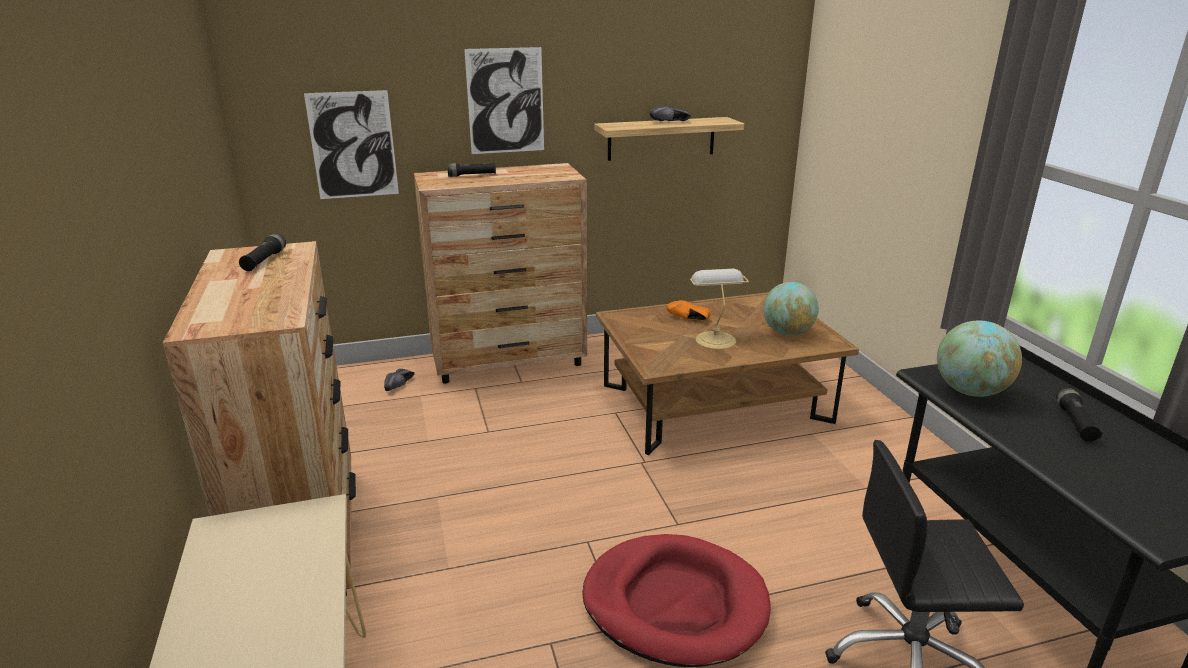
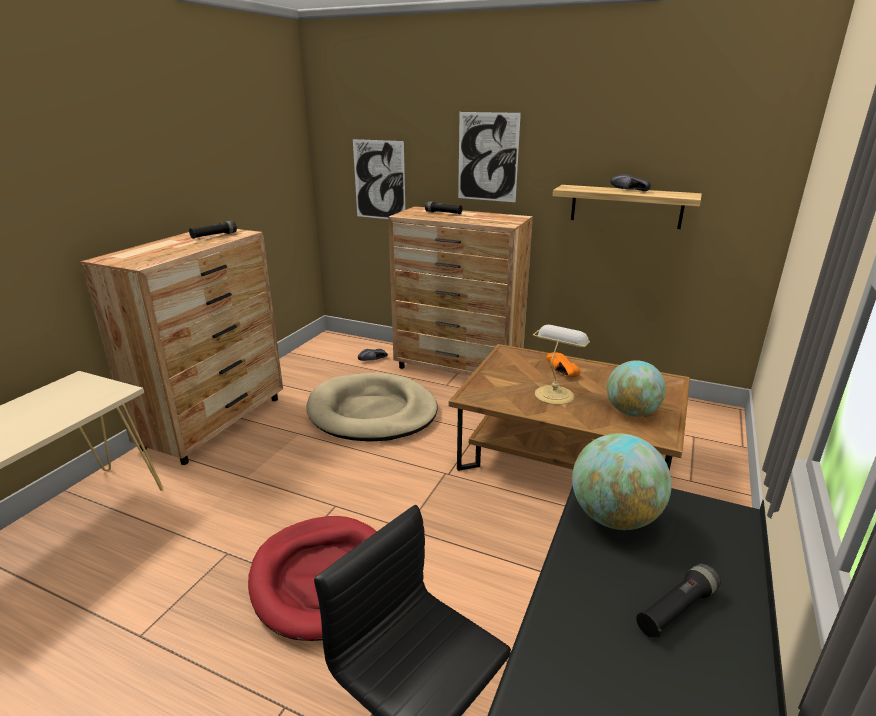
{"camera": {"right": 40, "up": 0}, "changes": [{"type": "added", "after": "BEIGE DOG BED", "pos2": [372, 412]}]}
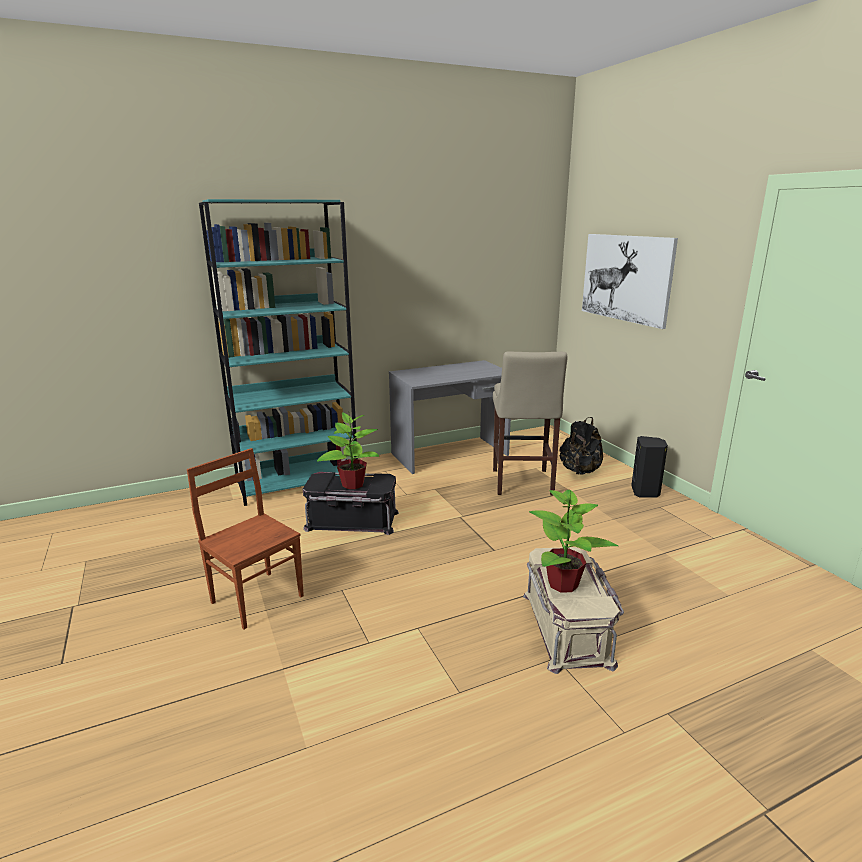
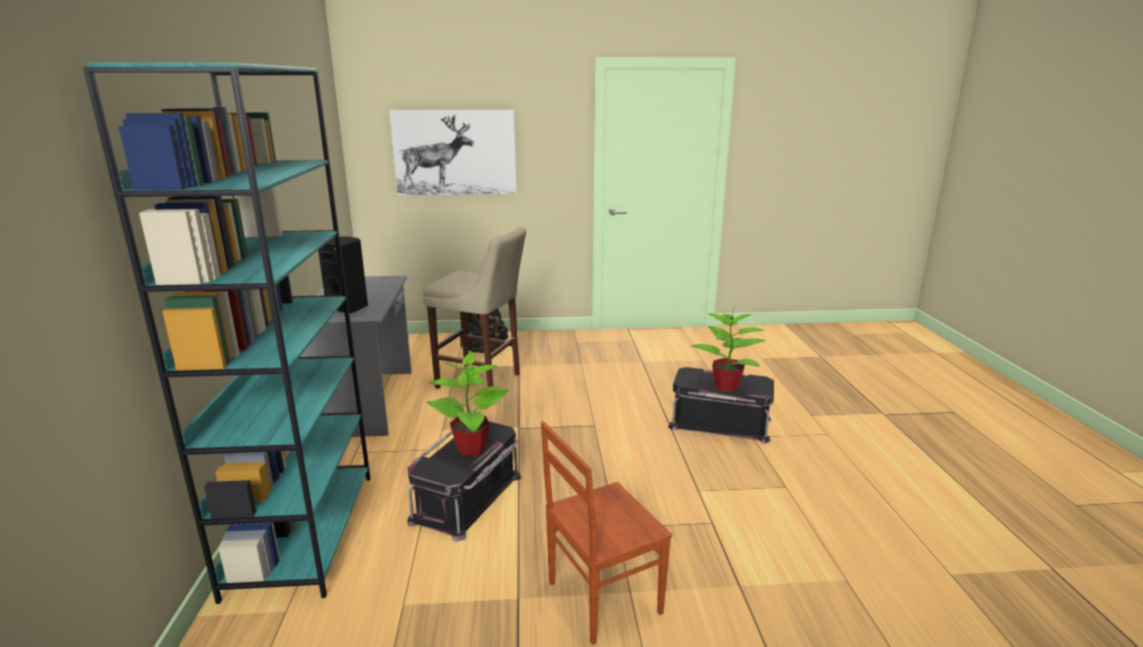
{"camera": {"right": -70, "up": 0}, "changes": [{"type": "recoloured", "before": "BEIGE STORAGE BOX", "after": "BLACK STORAGE BOX", "pos1": [568, 628], "pos2": [720, 422]}, {"type": "moved", "before": "BLACK SPEAKER", "pos1": [645, 492], "pos2": [349, 307]}]}
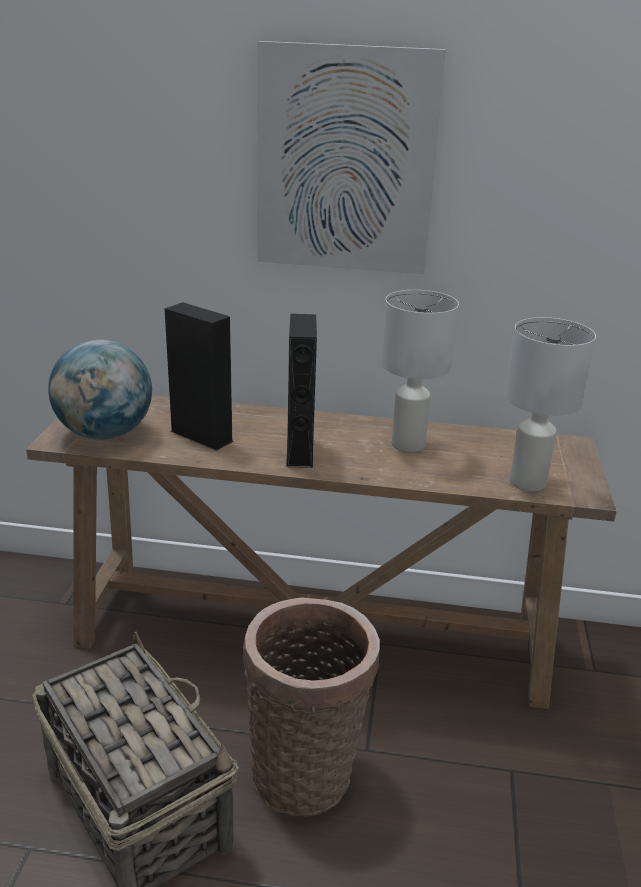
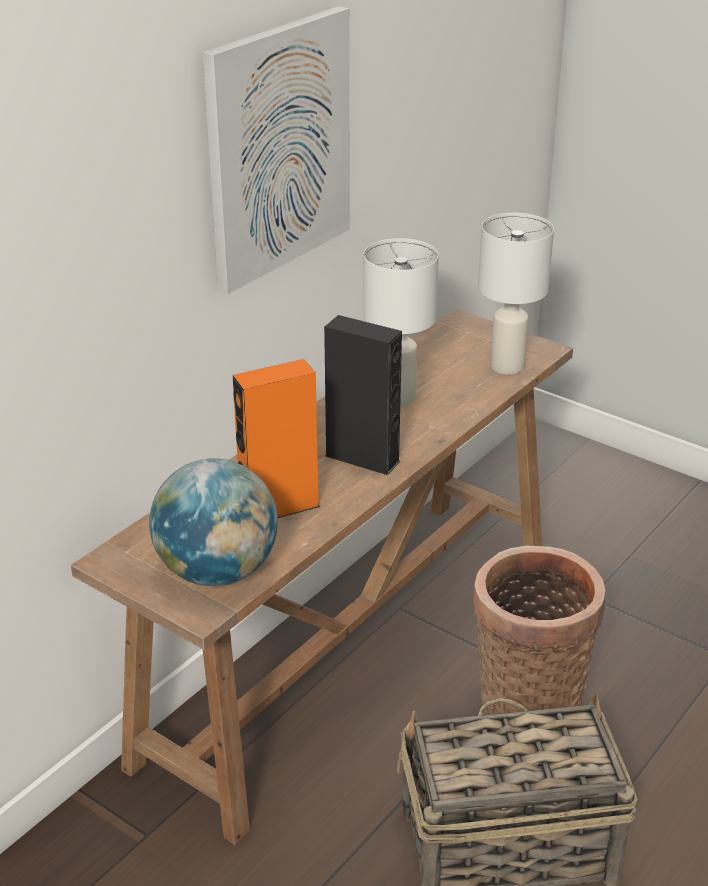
{"camera": {"right": -60, "up": 5}, "changes": [{"type": "recoloured", "before": "BLACK SPEAKER", "after": "ORANGE SPEAKER", "pos1": [201, 436], "pos2": [279, 508]}]}
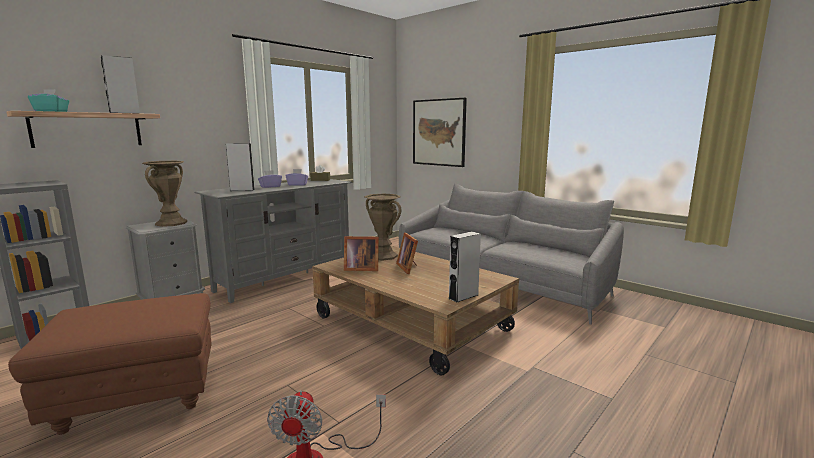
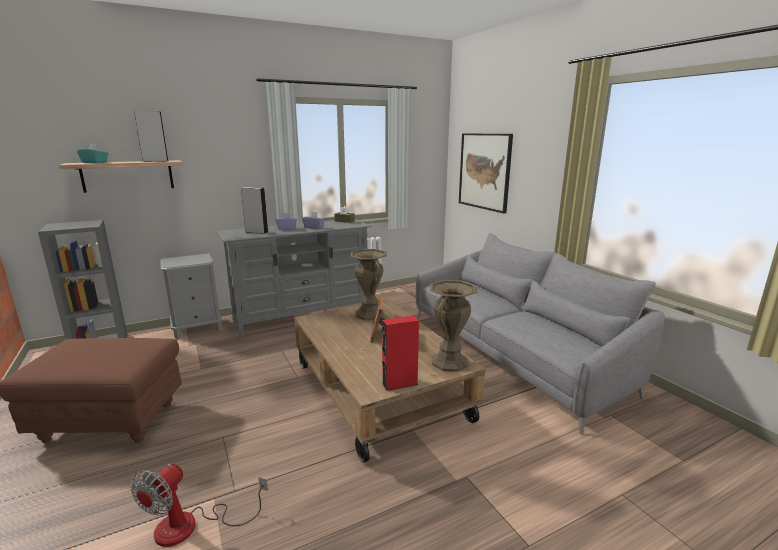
{"camera": {"right": 20, "up": 5}, "changes": [{"type": "moved", "before": "BROWN VASE", "pos1": [171, 223], "pos2": [449, 362]}, {"type": "removed", "before": "PICTURE FRAME", "pos1": [360, 268]}, {"type": "recoloured", "before": "GREY SPEAKER", "after": "RED SPEAKER", "pos1": [463, 296], "pos2": [399, 384]}]}
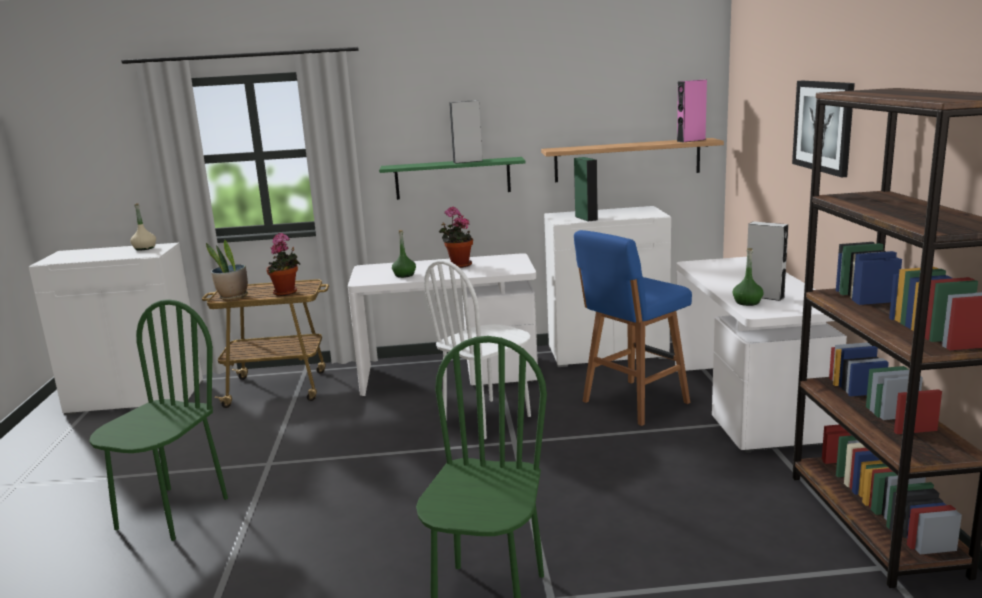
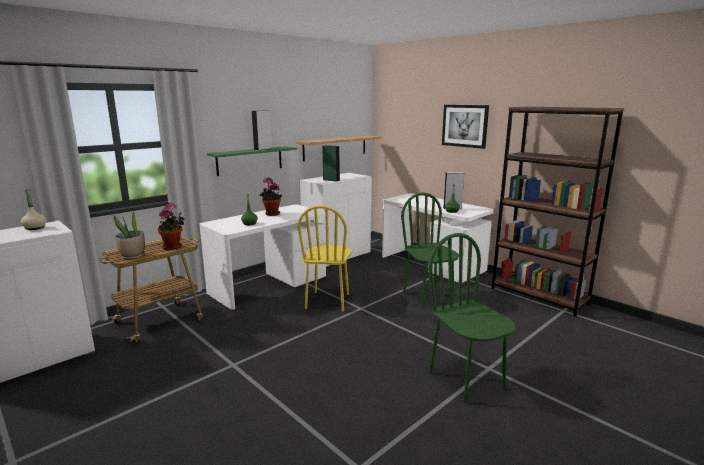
{"camera": {"right": -40, "up": 0}, "changes": [{"type": "moved", "before": "GREEN CHAIR", "pos1": [172, 513], "pos2": [428, 298]}, {"type": "recoloured", "before": "WHITE CHAIR", "after": "YELLOW CHAIR", "pos1": [487, 418], "pos2": [328, 301]}, {"type": "removed", "before": "BLUE STOOL", "pos1": [633, 403]}, {"type": "removed", "before": "PINK SPEAKER", "pos1": [691, 140]}]}
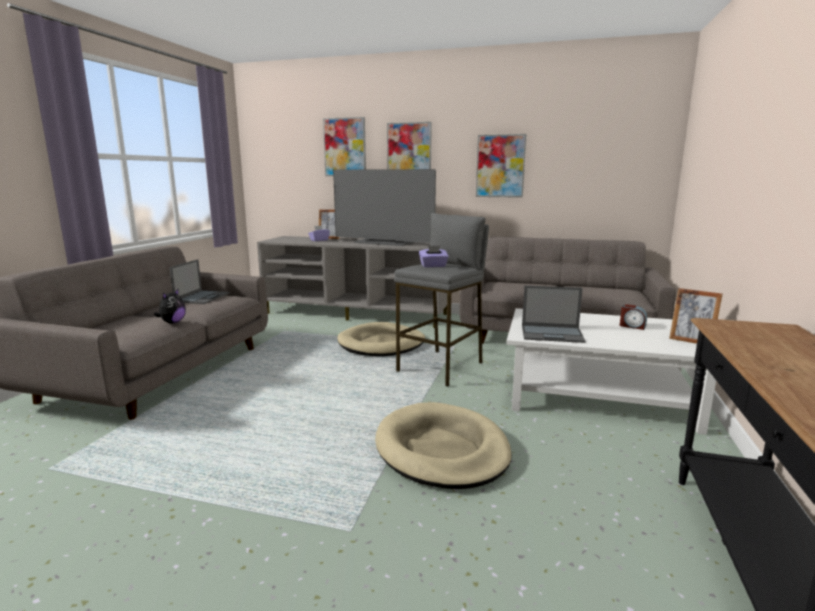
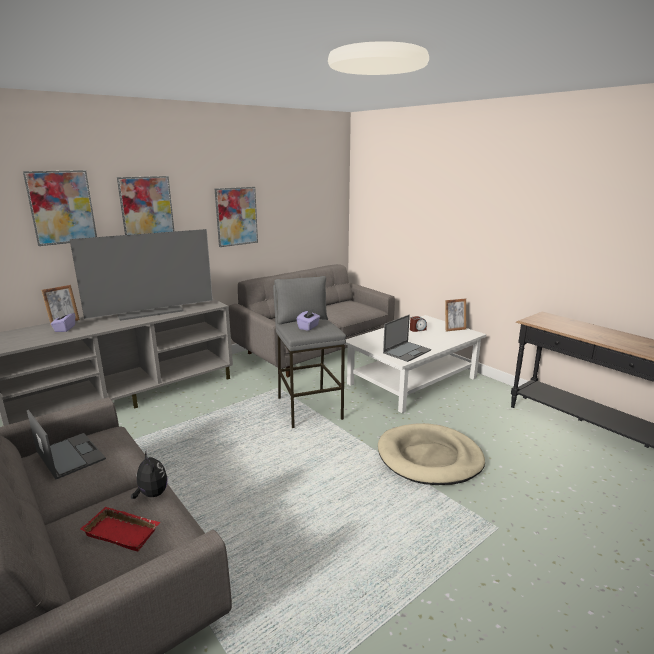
{"camera": {"right": -55, "up": 5}, "changes": [{"type": "removed", "before": "BEIGE DOG BED", "pos1": [381, 344]}, {"type": "added", "after": "RED TRAY", "pos2": [124, 532]}]}
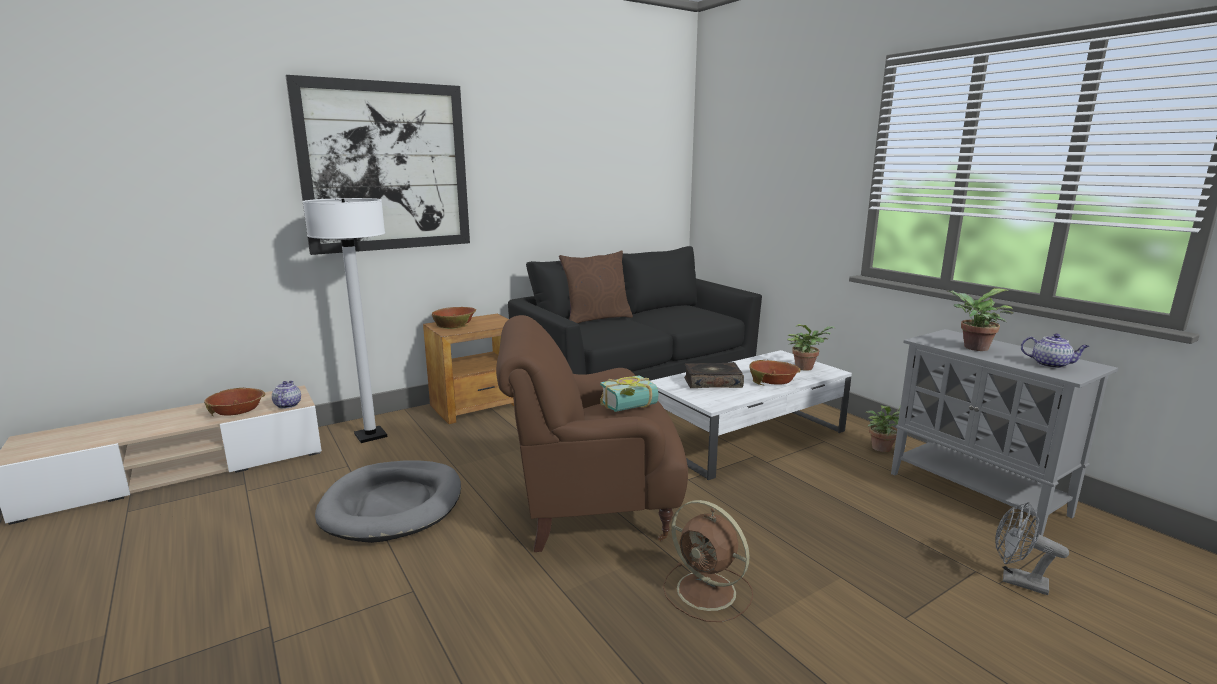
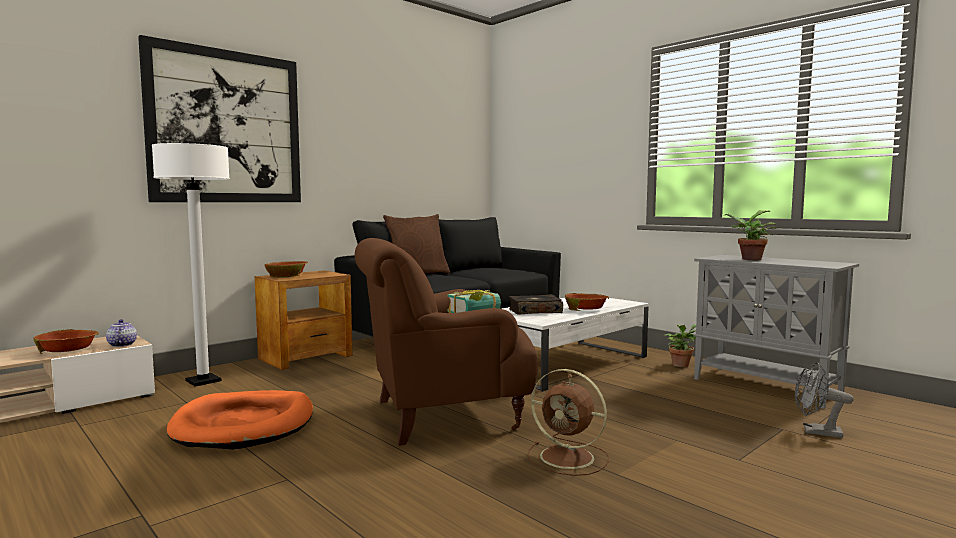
{"camera": {"right": -10, "up": -10}, "changes": [{"type": "recoloured", "before": "GREY DOG BED", "after": "ORANGE DOG BED", "pos1": [393, 505], "pos2": [244, 425]}, {"type": "removed", "before": "POTTED PLANT", "pos1": [806, 367]}, {"type": "removed", "before": "TEAPOT", "pos1": [1051, 365]}]}
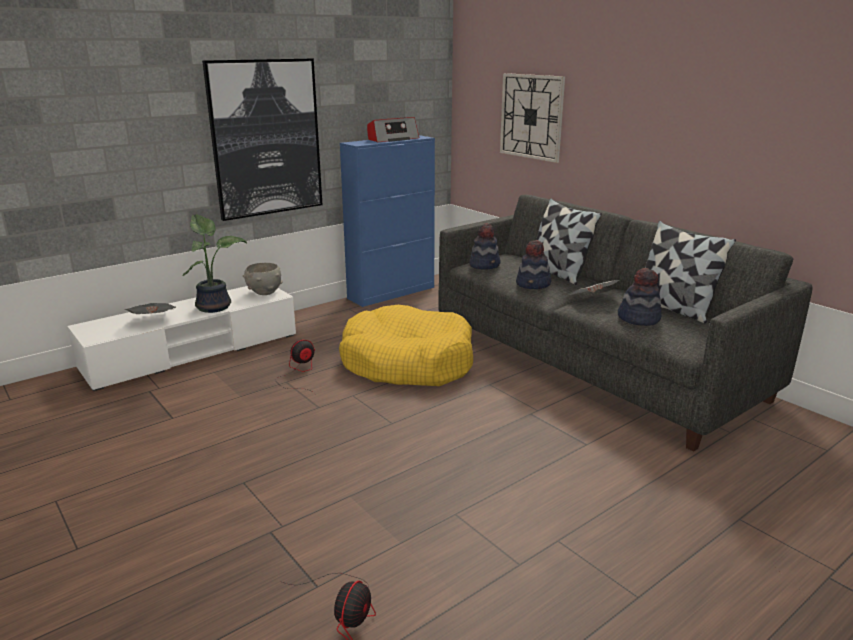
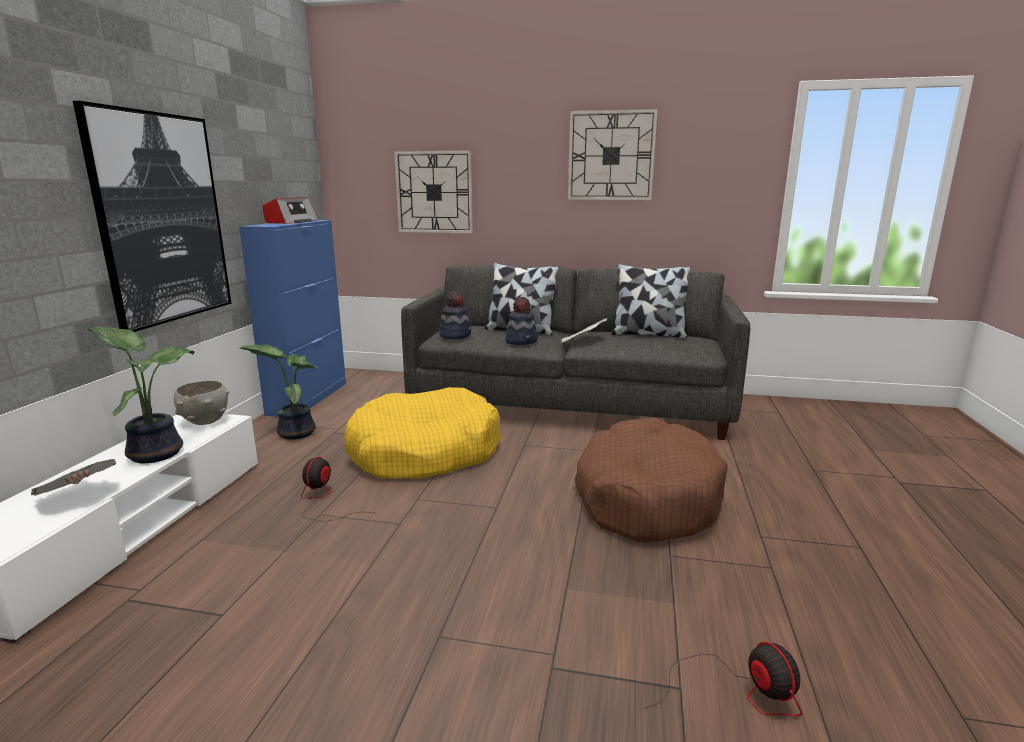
{"camera": {"right": -40, "up": -5}, "changes": [{"type": "removed", "before": "HAT", "pos1": [638, 318]}, {"type": "added", "after": "POTTED PLANT", "pos2": [295, 433]}, {"type": "added", "after": "WALL CLOCK", "pos2": [611, 156]}, {"type": "added", "after": "BROWN DOG BED", "pos2": [646, 497]}]}
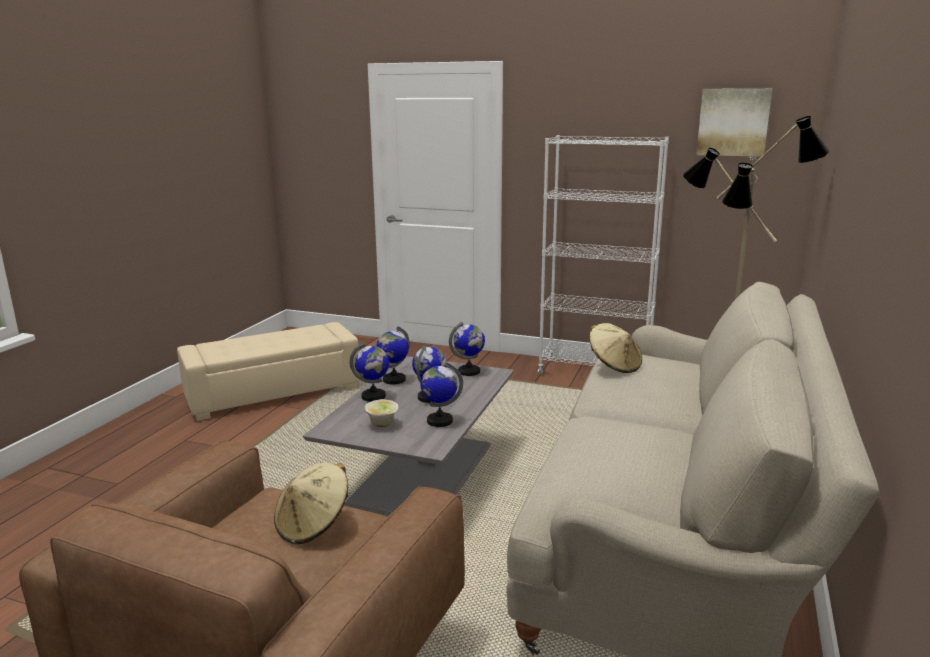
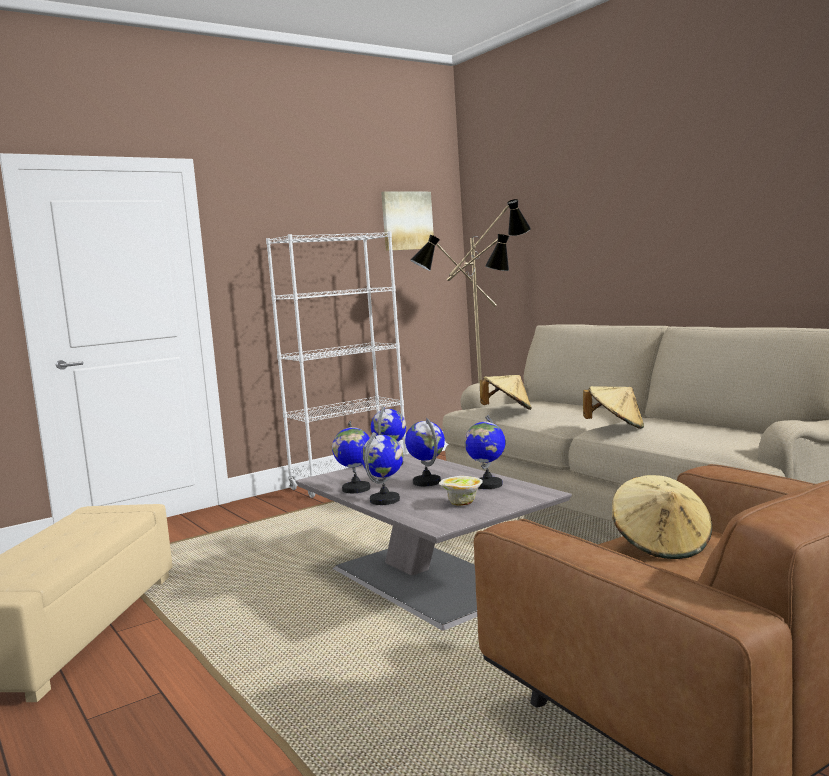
{"camera": {"right": -55, "up": -10}, "changes": [{"type": "added", "after": "BEIGE HAT", "pos2": [616, 428]}]}
